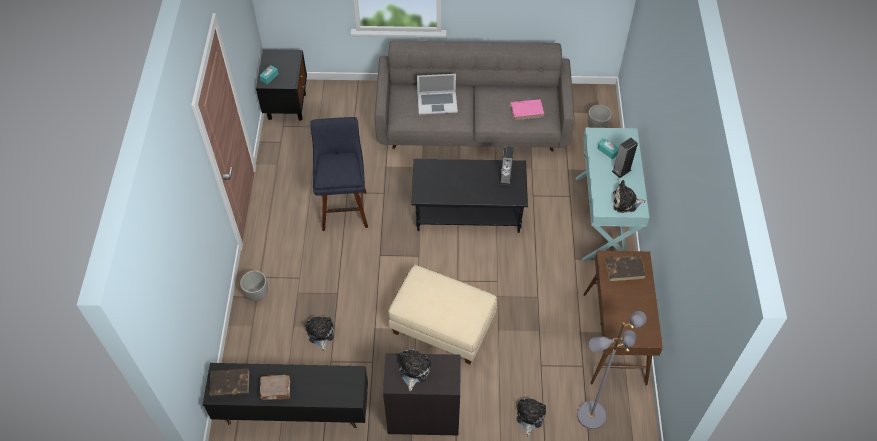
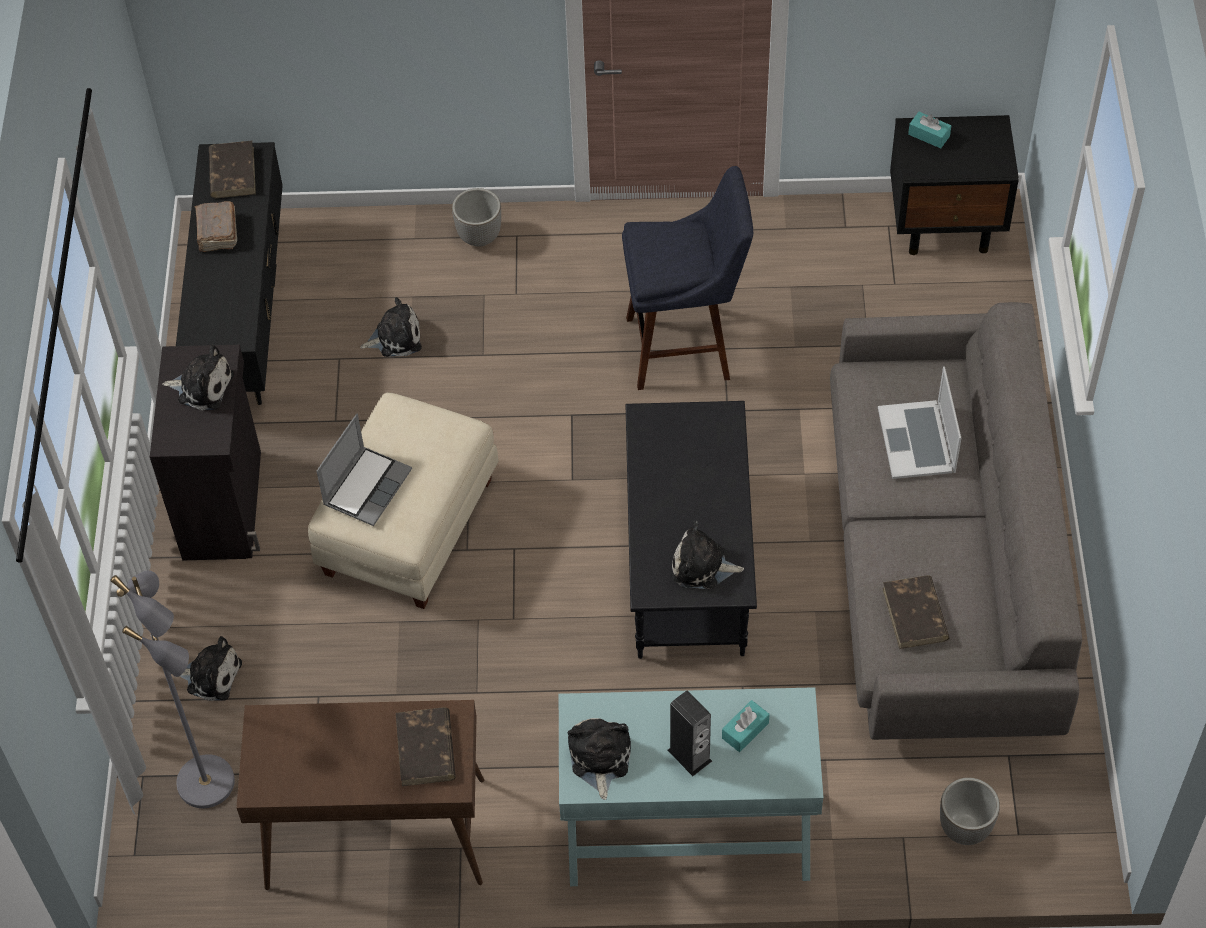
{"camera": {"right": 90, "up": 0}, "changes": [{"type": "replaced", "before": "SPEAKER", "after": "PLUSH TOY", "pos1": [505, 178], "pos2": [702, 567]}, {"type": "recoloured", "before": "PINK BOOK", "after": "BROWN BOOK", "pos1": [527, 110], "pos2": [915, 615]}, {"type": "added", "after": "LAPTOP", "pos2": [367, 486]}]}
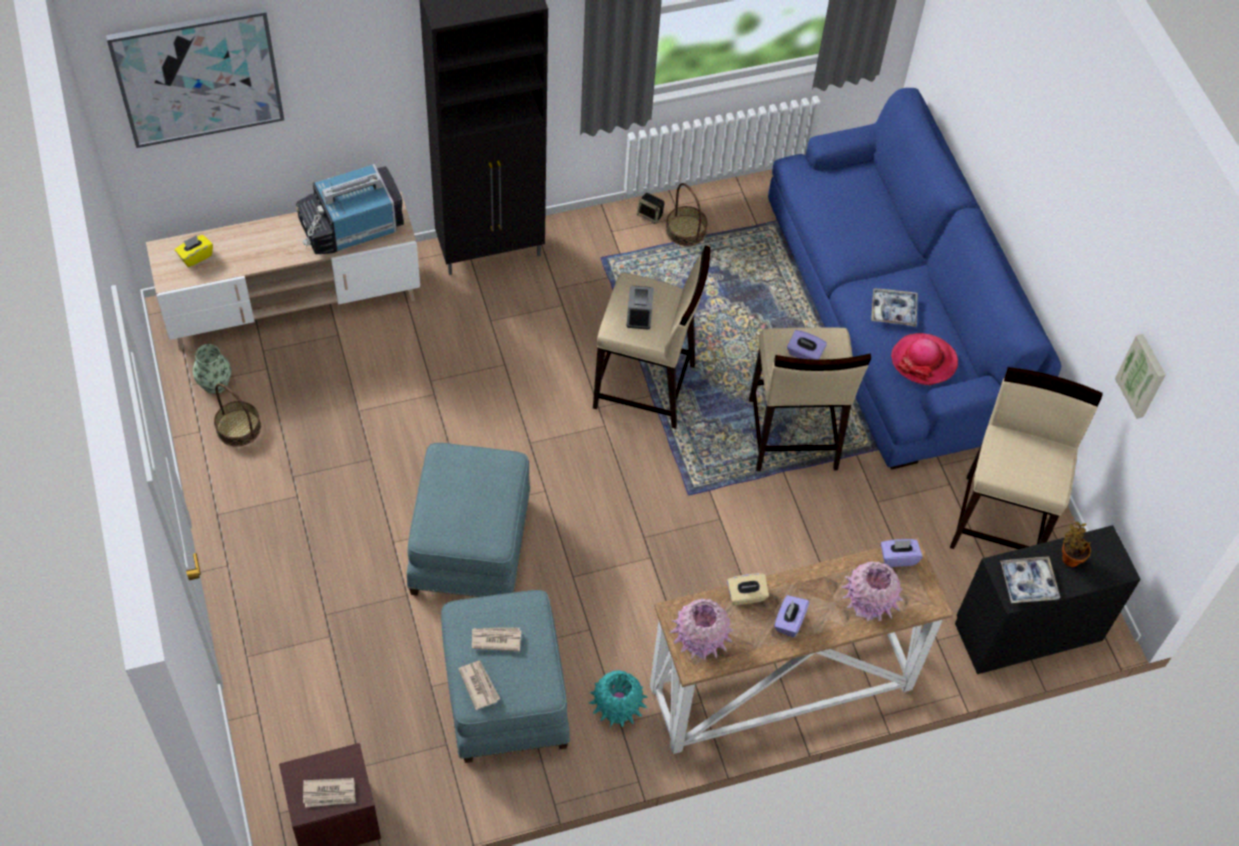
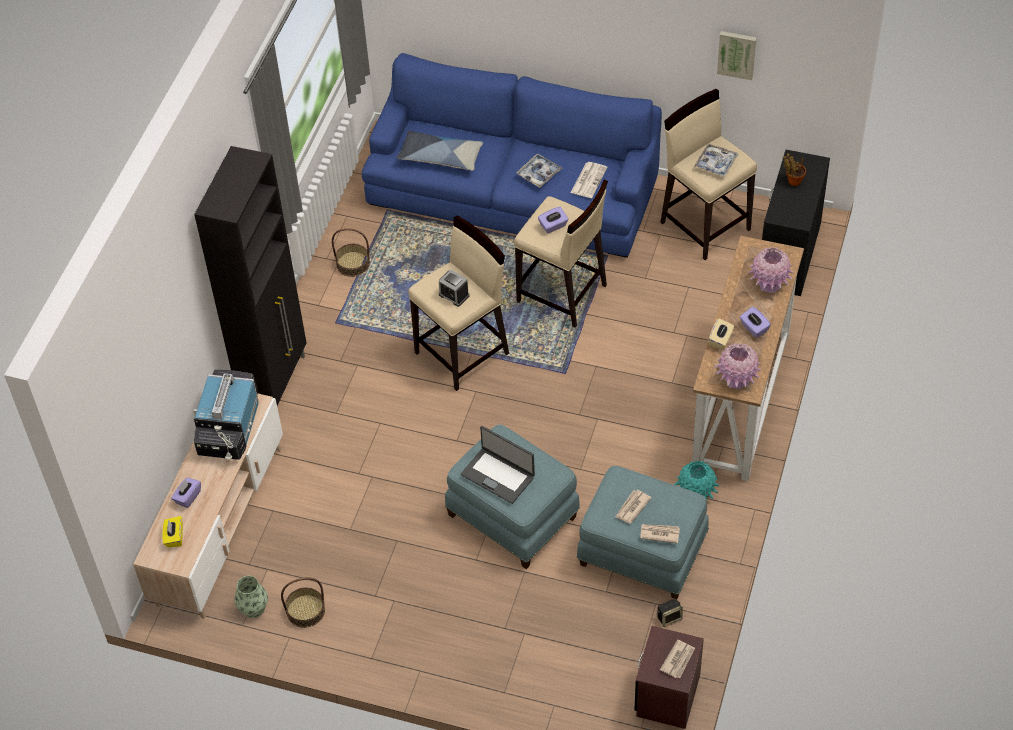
{"camera": {"right": -50, "up": -5}, "changes": [{"type": "removed", "before": "PICTURE", "pos1": [198, 77]}, {"type": "moved", "before": "SPEAKER", "pos1": [650, 215], "pos2": [669, 618]}, {"type": "moved", "before": "PURPLE TISSUE BOX", "pos1": [898, 558], "pos2": [187, 497]}, {"type": "replaced", "before": "HAT", "after": "NEWSPAPER", "pos1": [924, 361], "pos2": [588, 180]}, {"type": "moved", "before": "TRAY", "pos1": [1028, 583], "pos2": [716, 163]}, {"type": "added", "after": "PILLOW", "pos2": [440, 156]}, {"type": "added", "after": "LAPTOP", "pos2": [498, 475]}]}
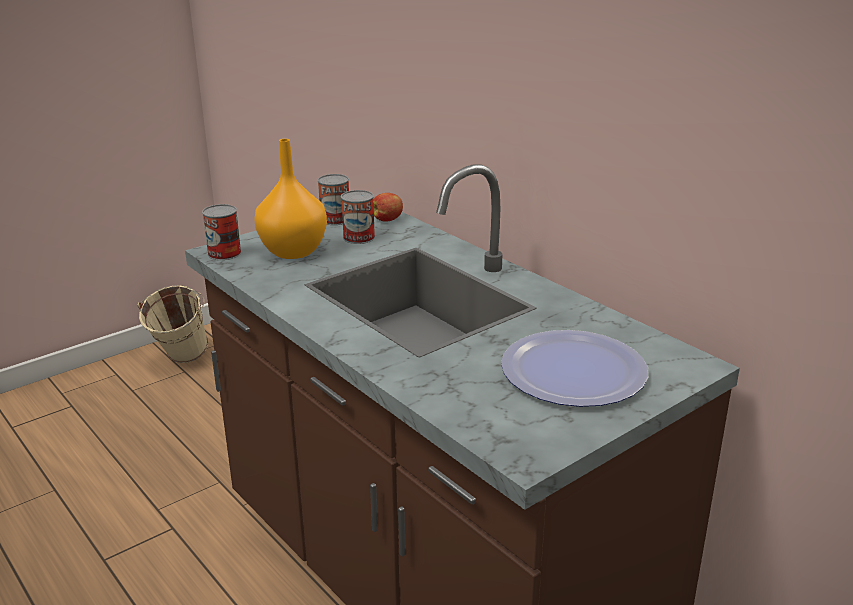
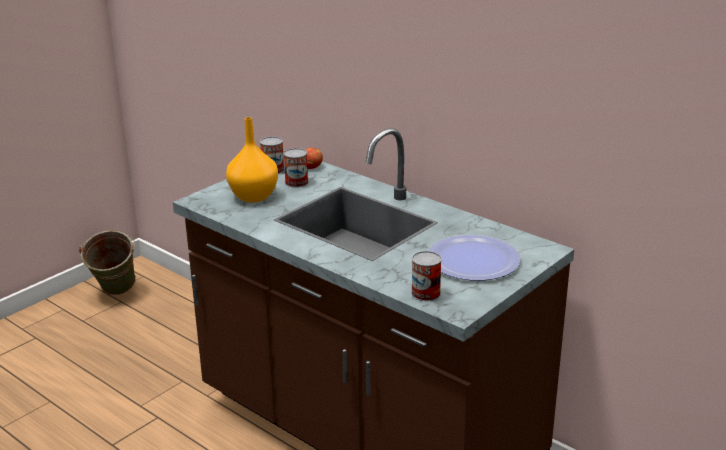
{"camera": {"right": -10, "up": 0}, "changes": [{"type": "recoloured", "before": "BEIGE BUCKET", "after": "GREEN BUCKET", "pos1": [180, 361], "pos2": [114, 293]}, {"type": "moved", "before": "CAN", "pos1": [224, 253], "pos2": [425, 293]}]}
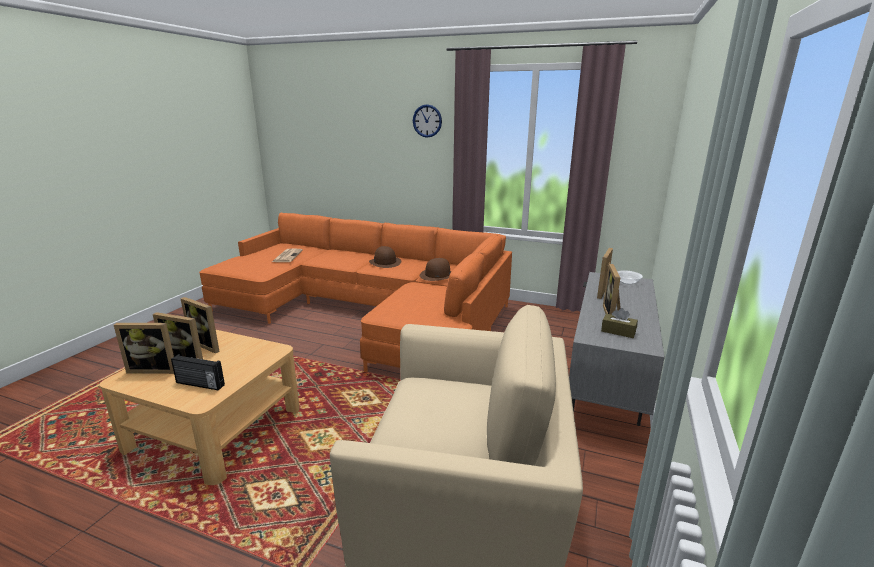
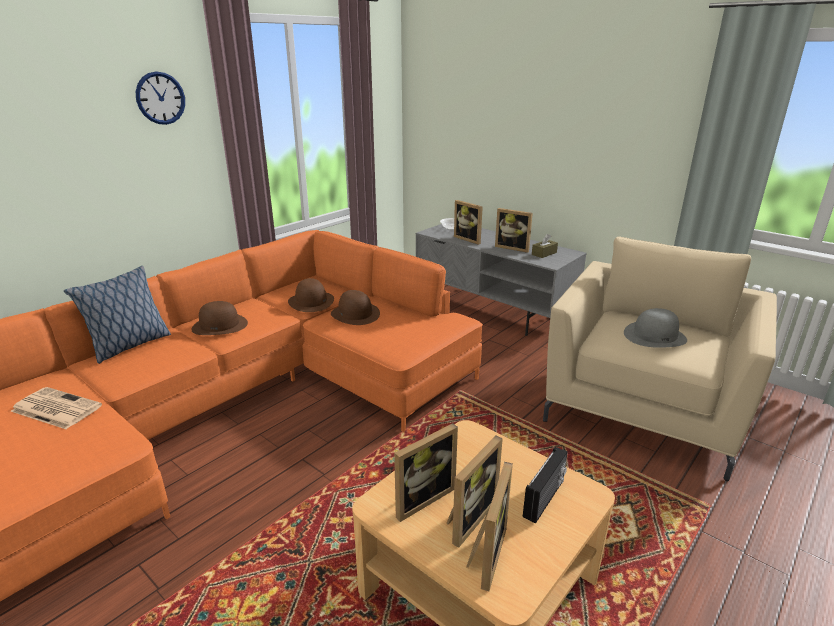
{"camera": {"right": -70, "up": 5}, "changes": [{"type": "added", "after": "PILLOW", "pos2": [129, 346]}, {"type": "added", "after": "BROWN HAT", "pos2": [355, 314]}, {"type": "added", "after": "GREY HAT", "pos2": [655, 336]}]}
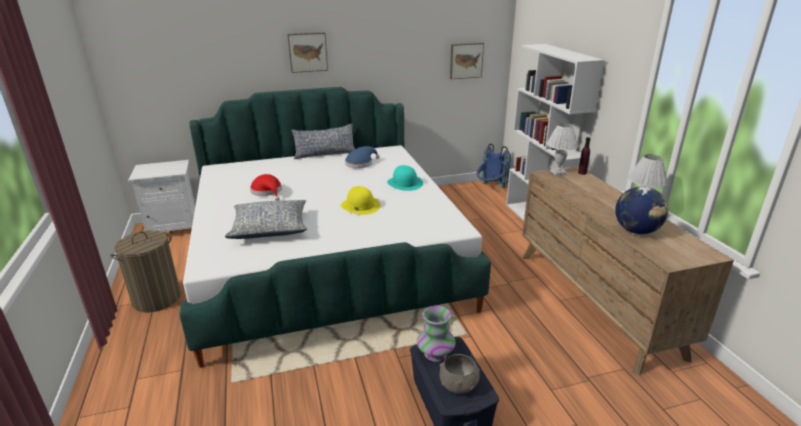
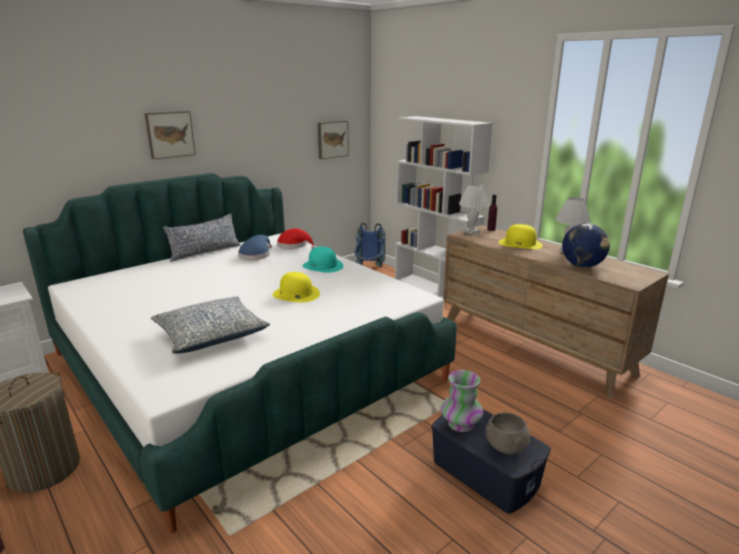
{"camera": {"right": -25, "up": -5}, "changes": [{"type": "moved", "before": "RED HAT", "pos1": [267, 192], "pos2": [294, 245]}, {"type": "added", "after": "YELLOW HAT", "pos2": [520, 244]}]}
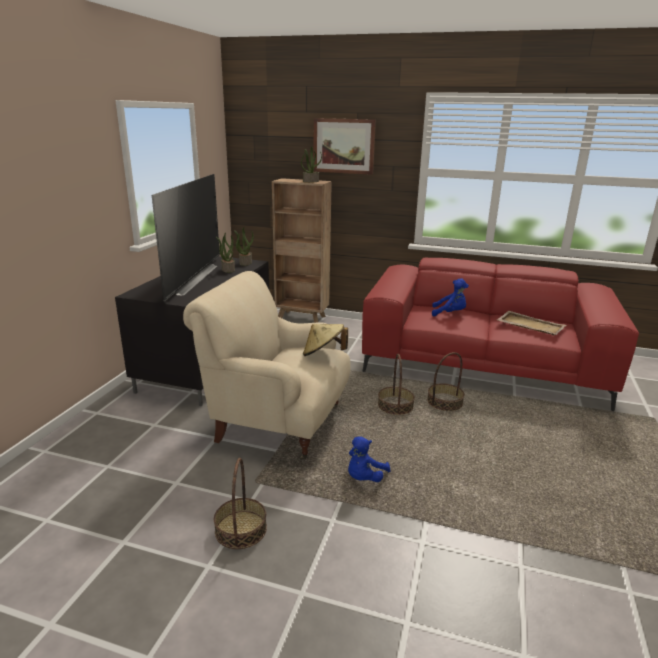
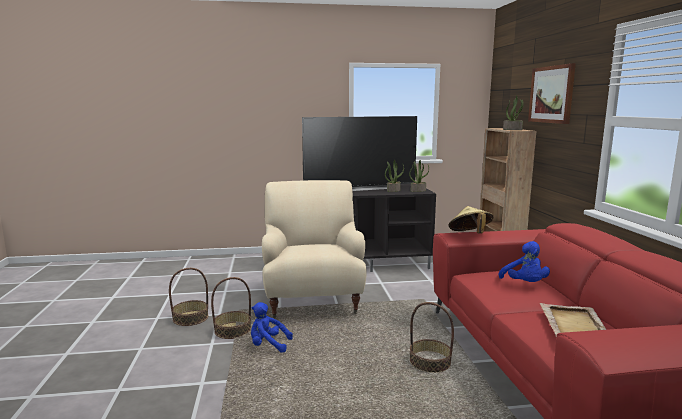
{"camera": {"right": 65, "up": -10}, "changes": [{"type": "moved", "before": "BEIGE HAT", "pos1": [323, 354], "pos2": [470, 235]}, {"type": "moved", "before": "BASKET", "pos1": [395, 406], "pos2": [233, 330]}]}
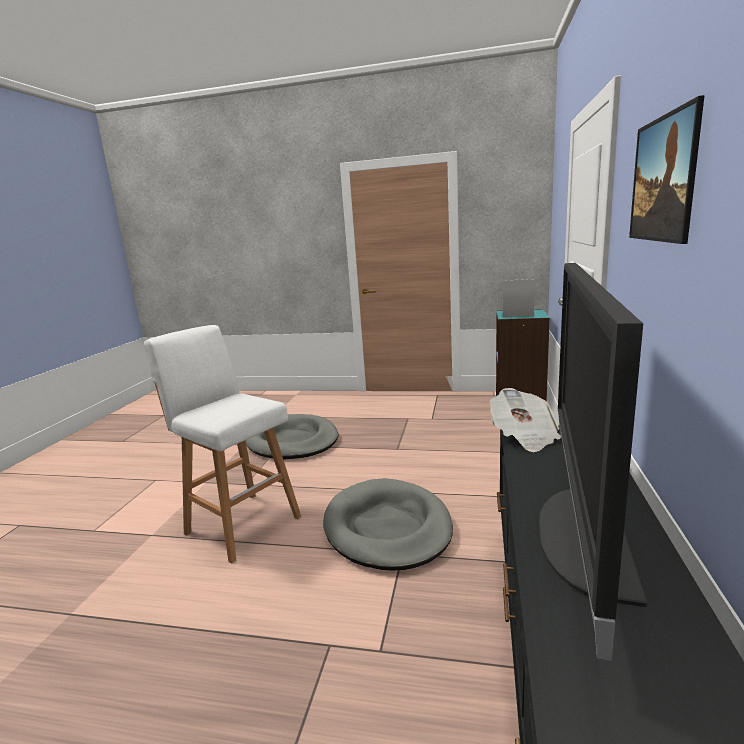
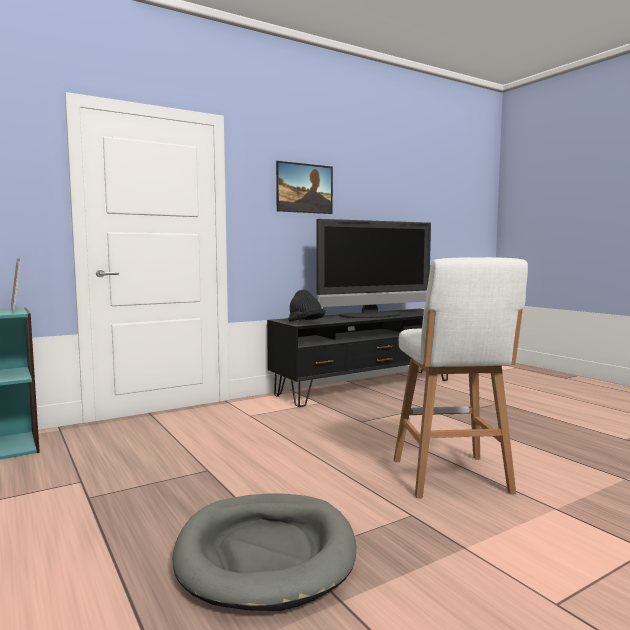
{"camera": {"right": -135, "up": -10}, "changes": [{"type": "removed", "before": "GREY DOG BED", "pos1": [387, 528]}, {"type": "replaced", "before": "NEWSPAPER", "after": "BLACK HAT", "pos1": [524, 436], "pos2": [305, 323]}]}
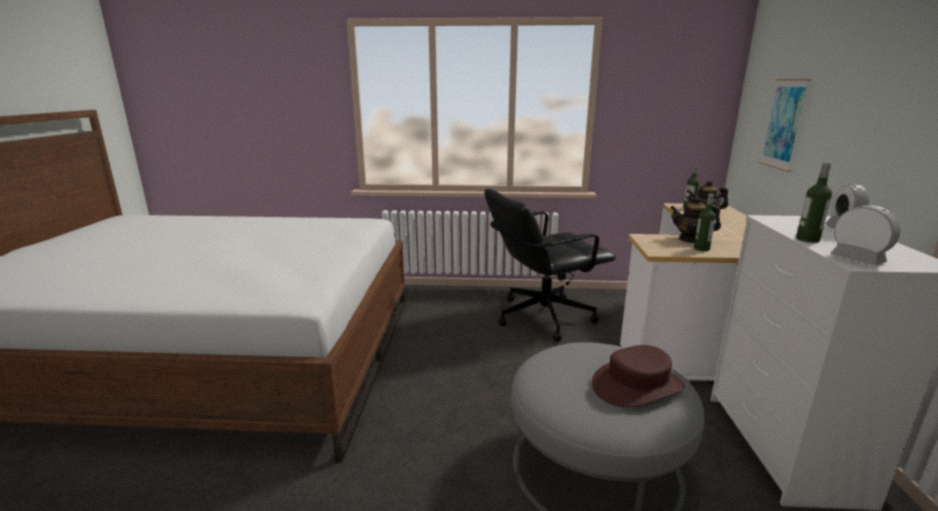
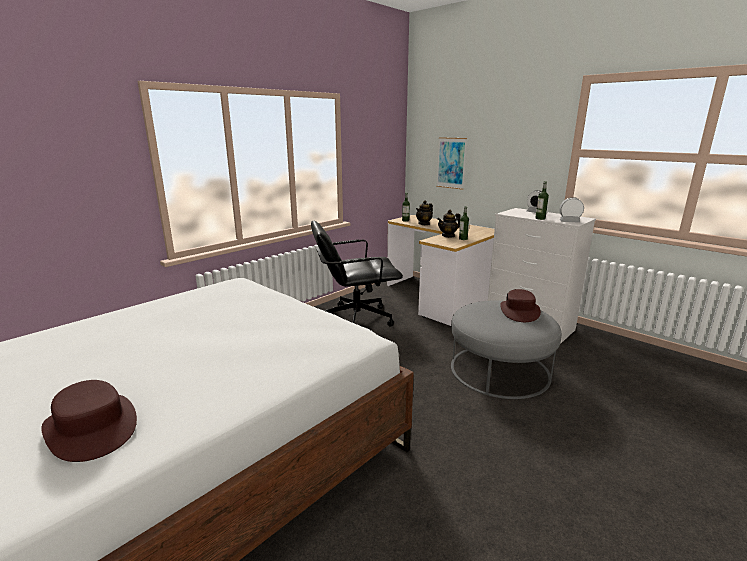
{"camera": {"right": -50, "up": 0}, "changes": [{"type": "turned", "before": "BLACK OFFICE CHAIR", "pos1": [542, 316], "pos2": [355, 319], "turn": 60}, {"type": "added", "after": "BROWN HAT", "pos2": [92, 427]}]}
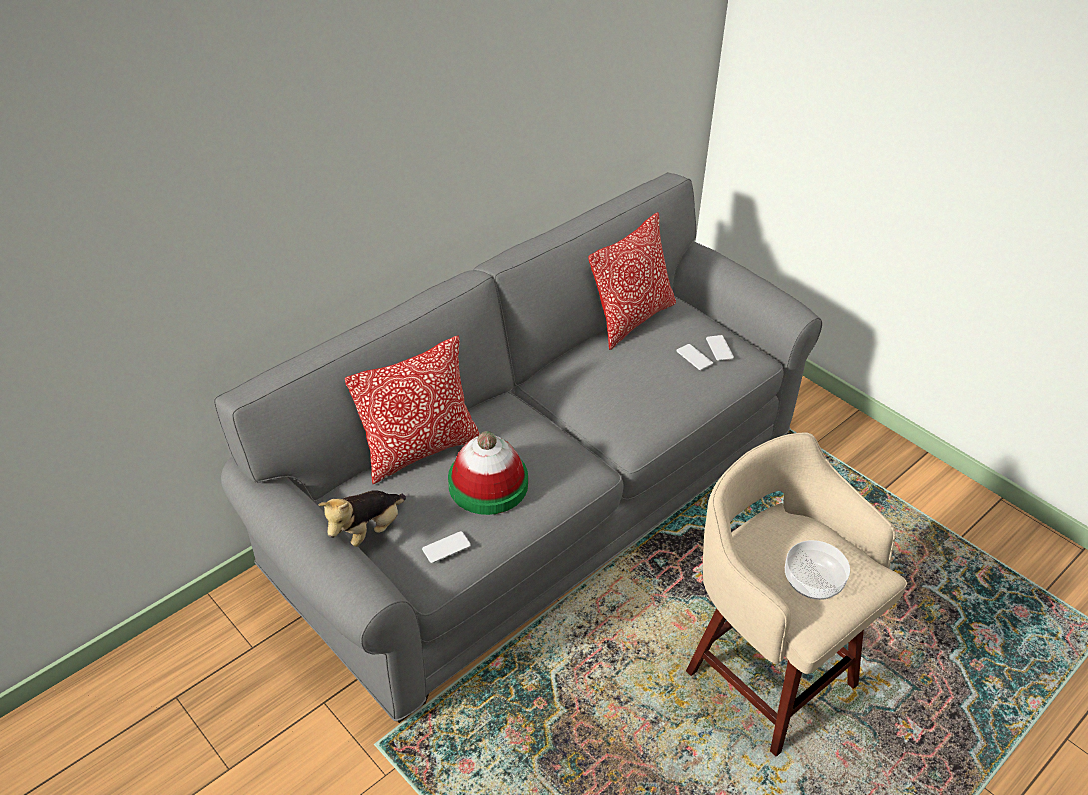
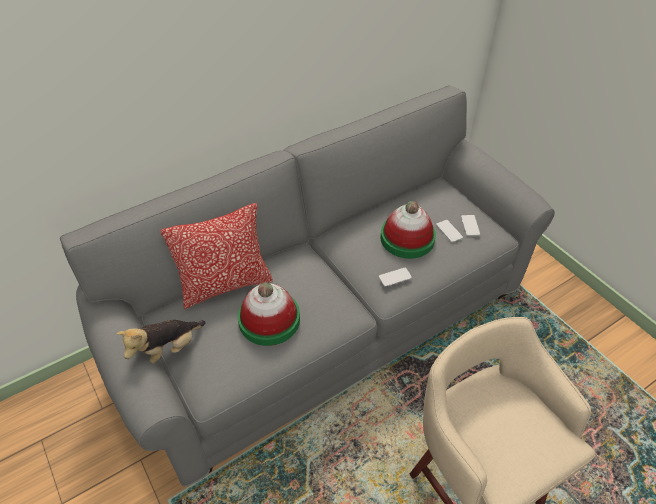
{"camera": {"right": 10, "up": 5}, "changes": [{"type": "moved", "before": "PHONE", "pos1": [446, 548], "pos2": [395, 277]}, {"type": "removed", "before": "PILLOW", "pos1": [631, 319]}, {"type": "removed", "before": "BOWL", "pos1": [812, 581]}, {"type": "added", "after": "HAT", "pos2": [407, 238]}]}
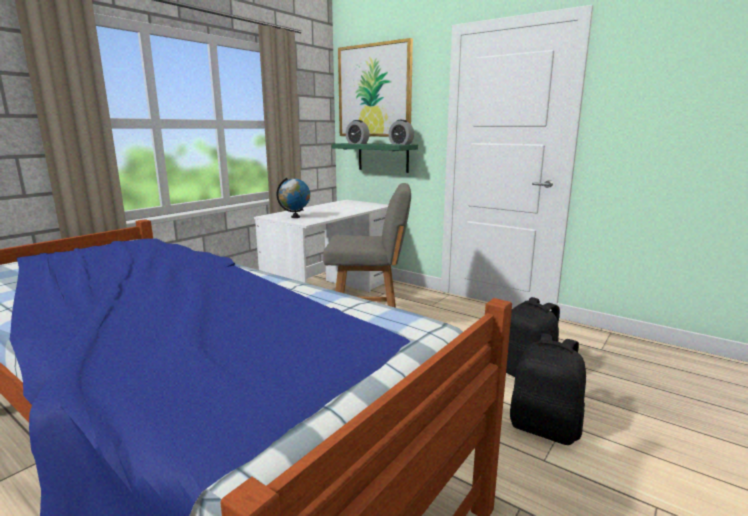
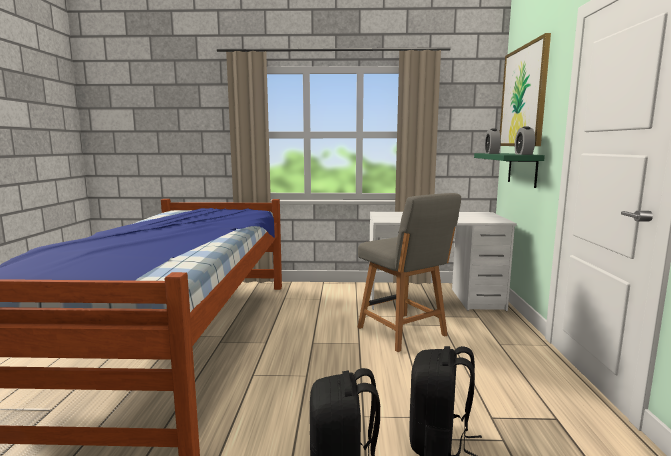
{"camera": {"right": 55, "up": -5}, "changes": [{"type": "removed", "before": "GLOBE", "pos1": [295, 217]}]}
